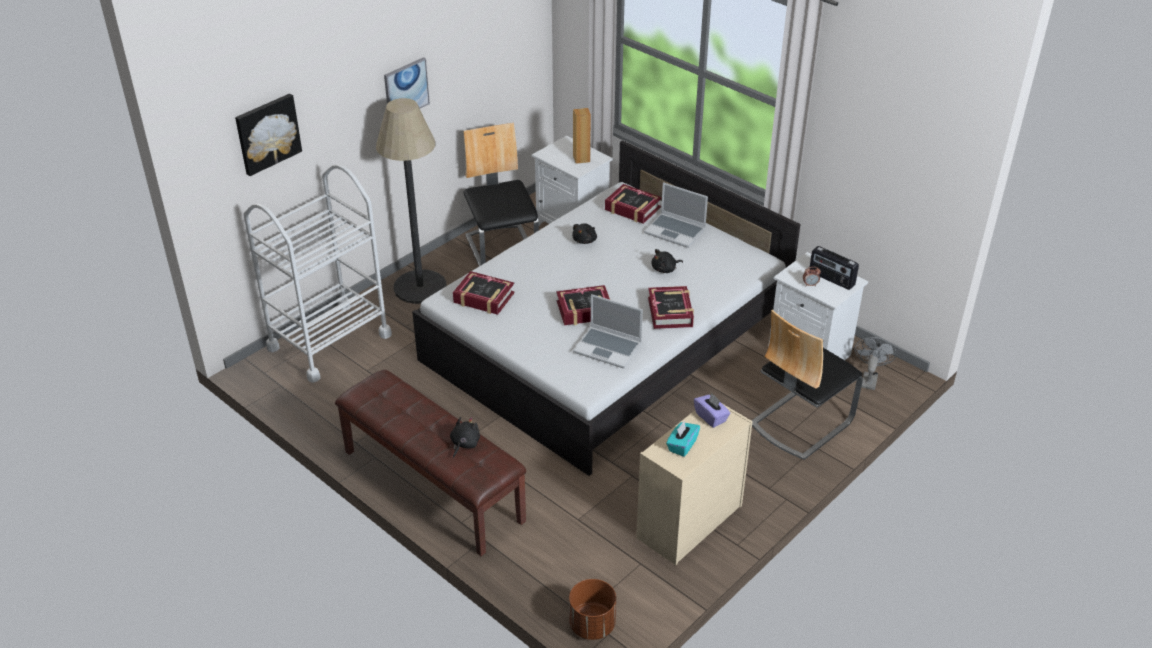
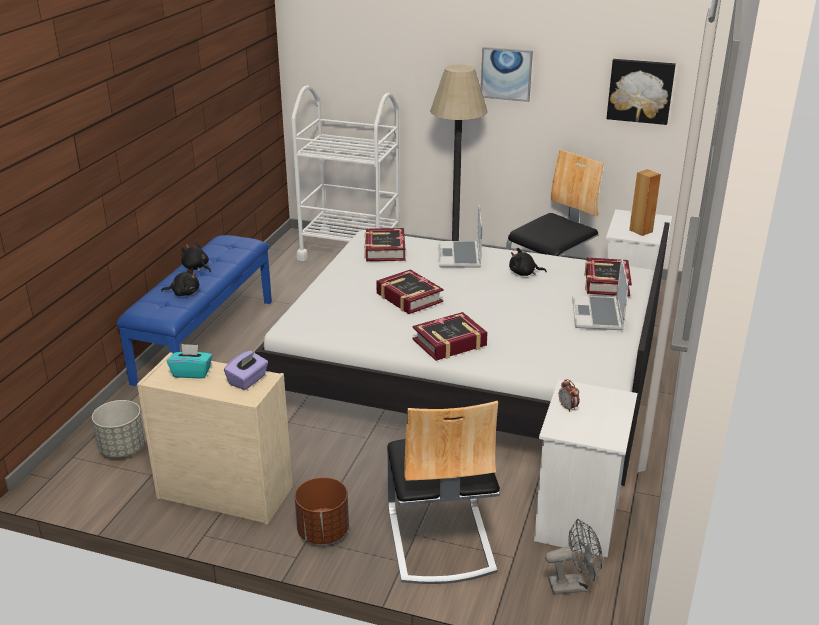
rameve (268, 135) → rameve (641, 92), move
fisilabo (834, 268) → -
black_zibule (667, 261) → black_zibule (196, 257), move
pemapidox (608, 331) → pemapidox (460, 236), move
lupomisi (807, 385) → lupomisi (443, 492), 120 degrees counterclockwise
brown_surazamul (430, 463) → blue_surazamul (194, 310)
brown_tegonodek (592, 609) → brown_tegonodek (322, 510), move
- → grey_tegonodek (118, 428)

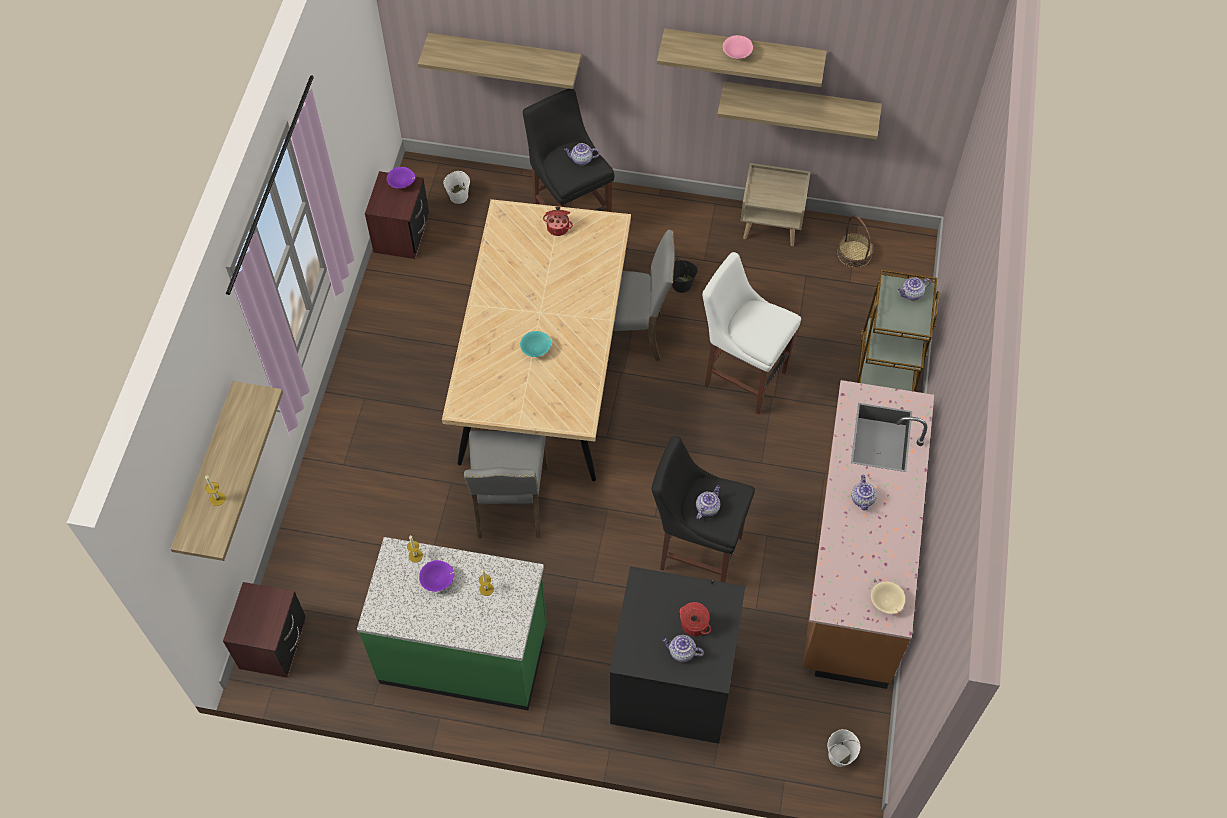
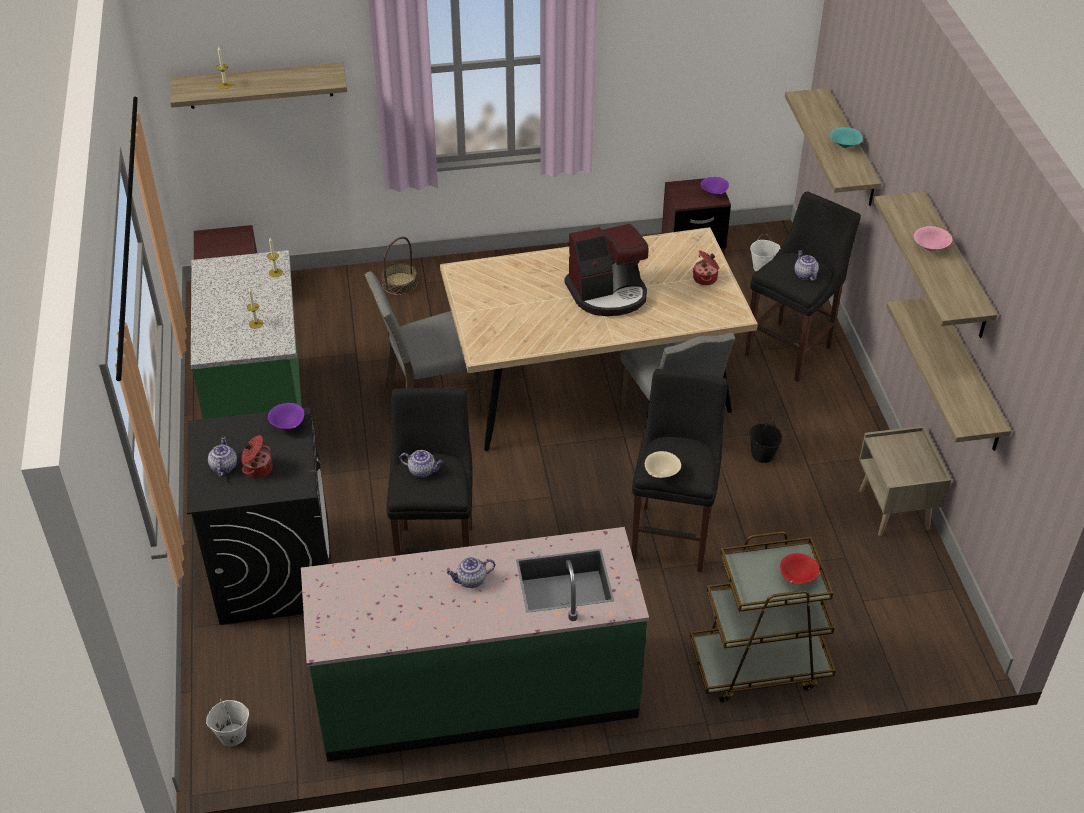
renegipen (855, 241) → renegipen (399, 266), move
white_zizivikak (751, 333) → black_zizivikak (679, 470)
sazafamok (914, 289) → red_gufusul (800, 568)
turquoise_gufusul (535, 344) → turquoise_gufusul (846, 137), move
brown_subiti (868, 534) → green_subiti (475, 644)
purple_gufusul (436, 576) → purple_gufusul (286, 416), move
beige_gufusul (888, 598) → beige_gufusul (663, 464), move
- → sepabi (607, 270)

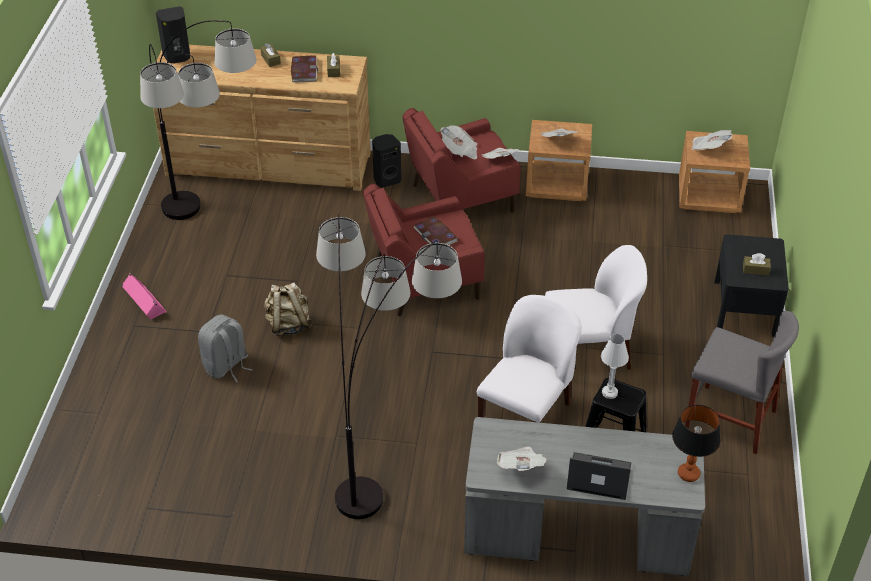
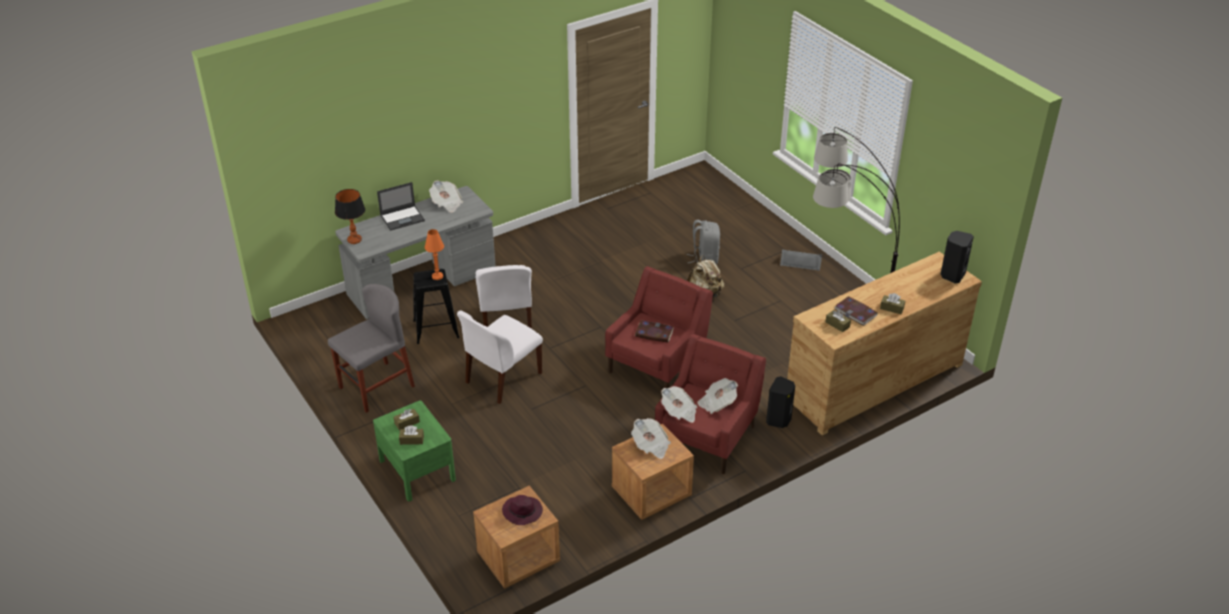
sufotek (712, 140) → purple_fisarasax (522, 510)
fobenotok (389, 366) → -
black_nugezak (751, 285) → green_nugezak (414, 451)
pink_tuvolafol (144, 296) → grey_tuvolafol (801, 260)
grey_lupomisi (742, 382) → grey_lupomisi (371, 348), 150 degrees clockwise
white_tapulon (615, 366) → orange_tapulon (434, 254)
- → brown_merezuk (411, 435)

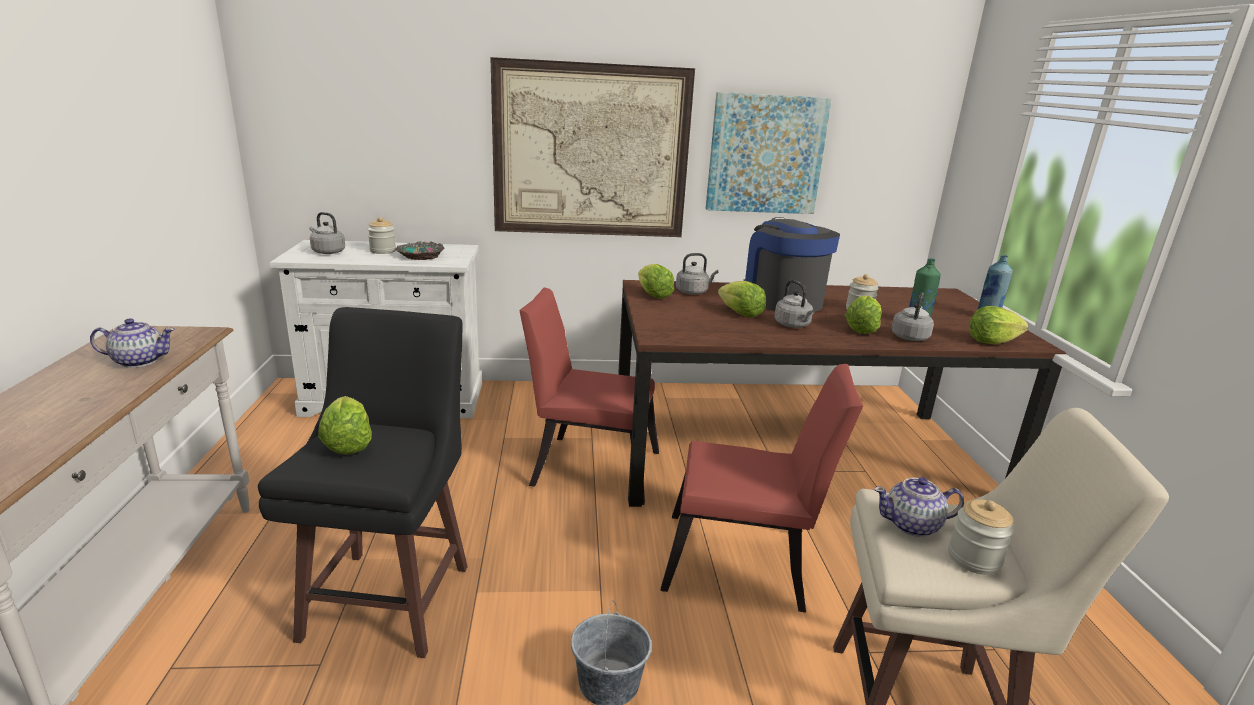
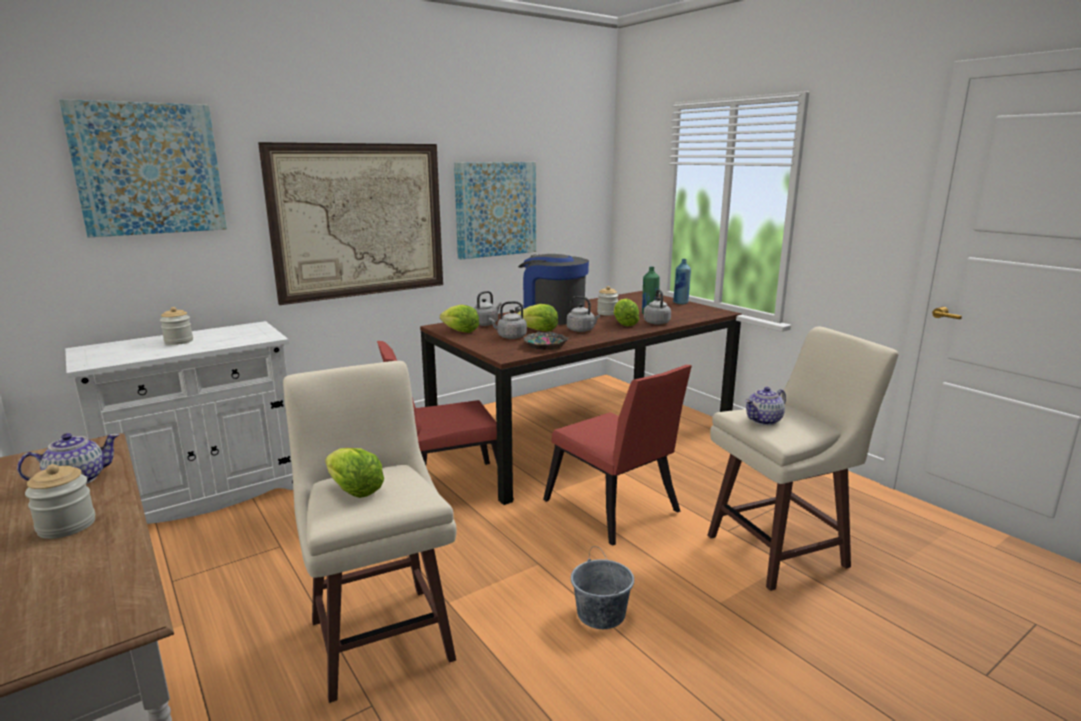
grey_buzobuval (327, 233) → grey_buzobuval (508, 320), move
gufusul (420, 250) → gufusul (546, 340), move
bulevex (999, 325) → -
black_zizivikak (363, 482) → beige_zizivikak (370, 532)
red_lupomisi (761, 488) → red_lupomisi (617, 455), 75 degrees clockwise
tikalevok (981, 537) → tikalevok (60, 501), move
- → rameve (143, 168)

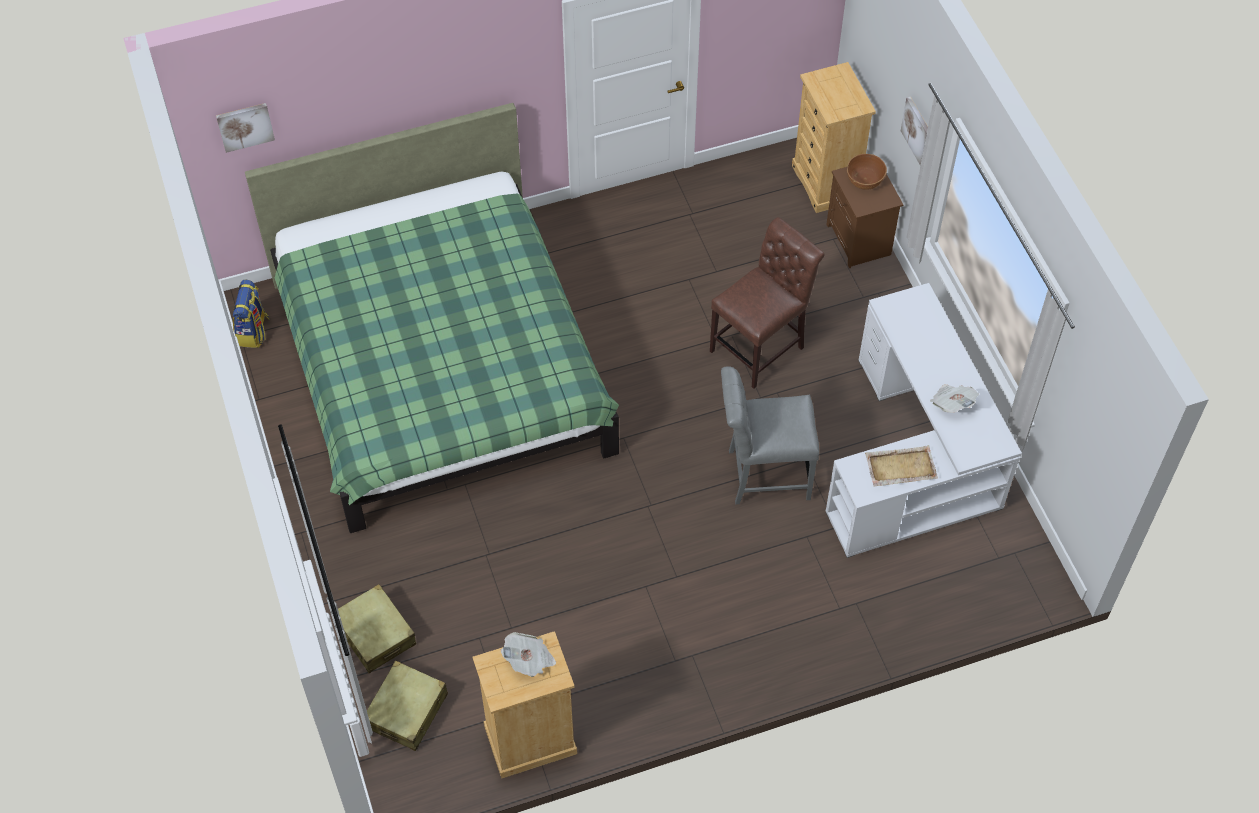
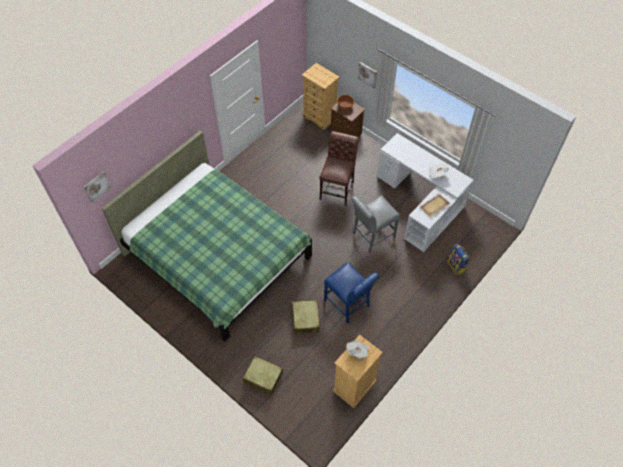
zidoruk (251, 314) → zidoruk (458, 259), move
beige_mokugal (407, 706) → beige_mokugal (306, 317), move
- → blue_lupomisi (351, 293)

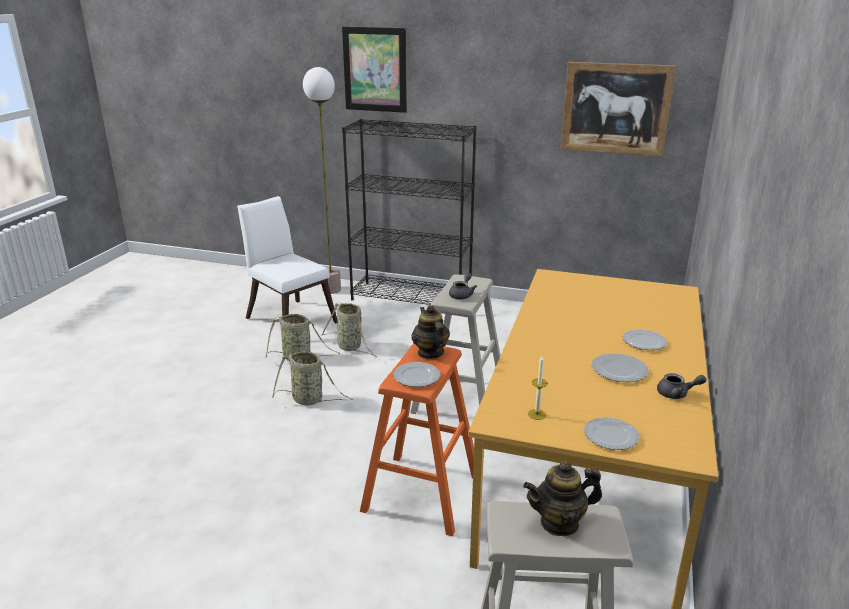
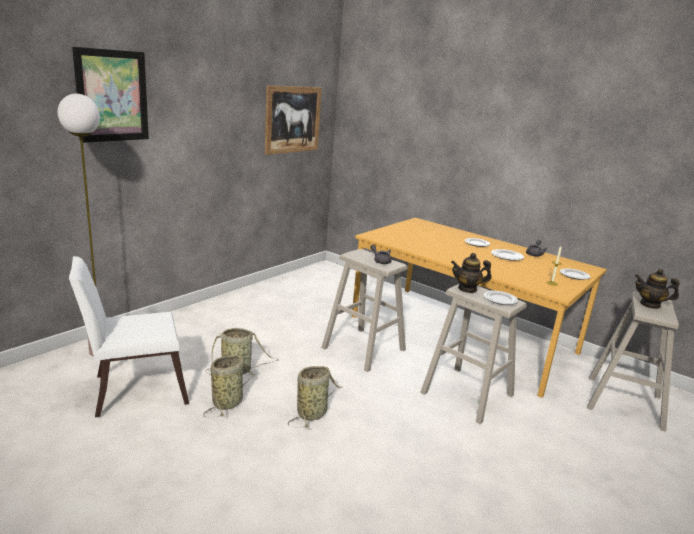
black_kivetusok (409, 212) → -
orange_zizivikak (417, 439) → beige_zizivikak (473, 354)
sazafamok (562, 499) → sazafamok (657, 289), 105 degrees clockwise

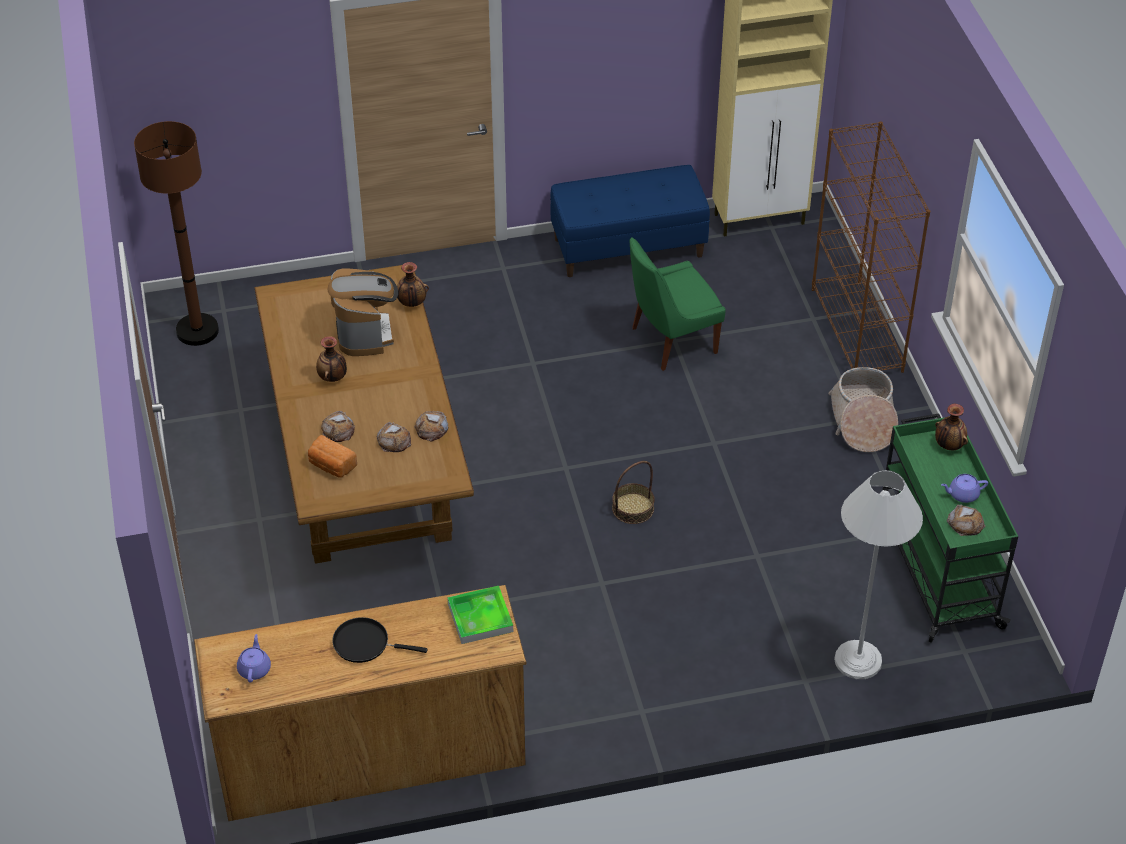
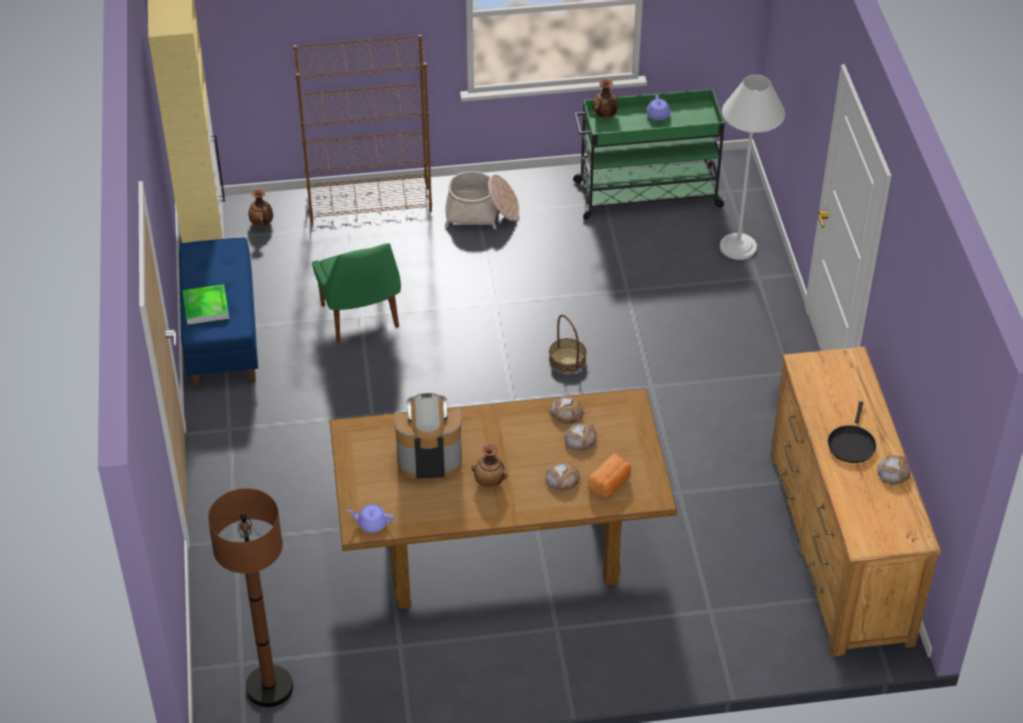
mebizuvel (413, 284) → mebizuvel (260, 207), move
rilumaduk (966, 520) → rilumaduk (894, 470), move
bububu (480, 615) → bububu (206, 304), move
purple_sazafamok (254, 658) → purple_sazafamok (370, 518), move

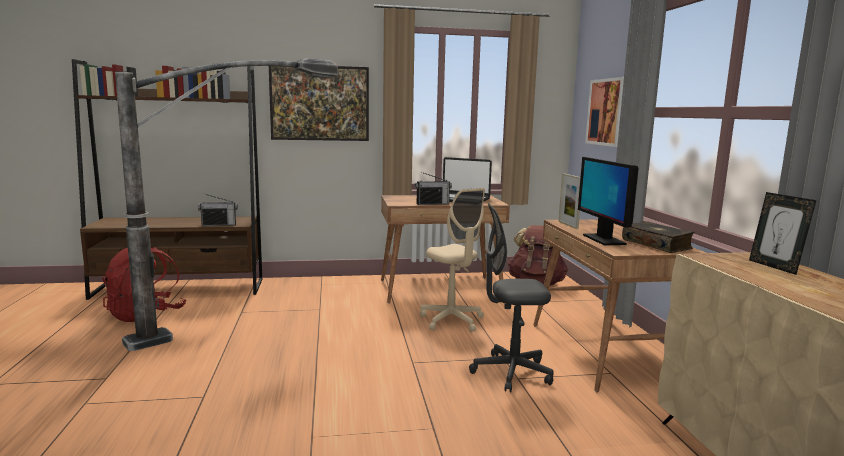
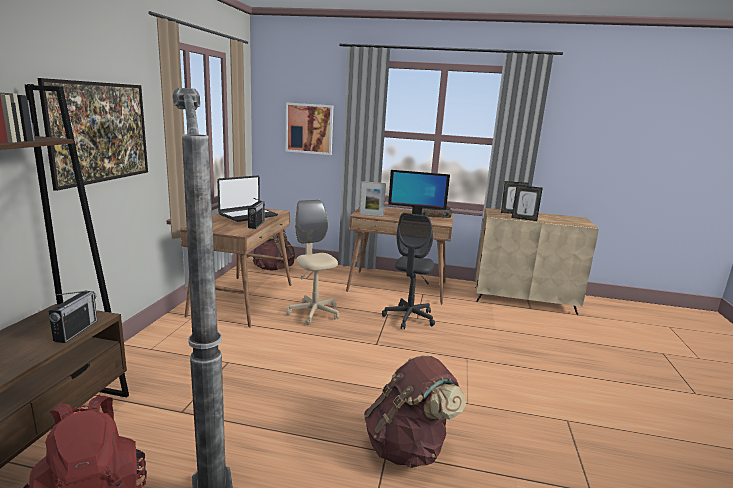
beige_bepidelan (452, 260) → beige_bepidelan (312, 262), 105 degrees counterclockwise
- → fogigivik (527, 203)
- → brown_zidoruk (415, 411)

